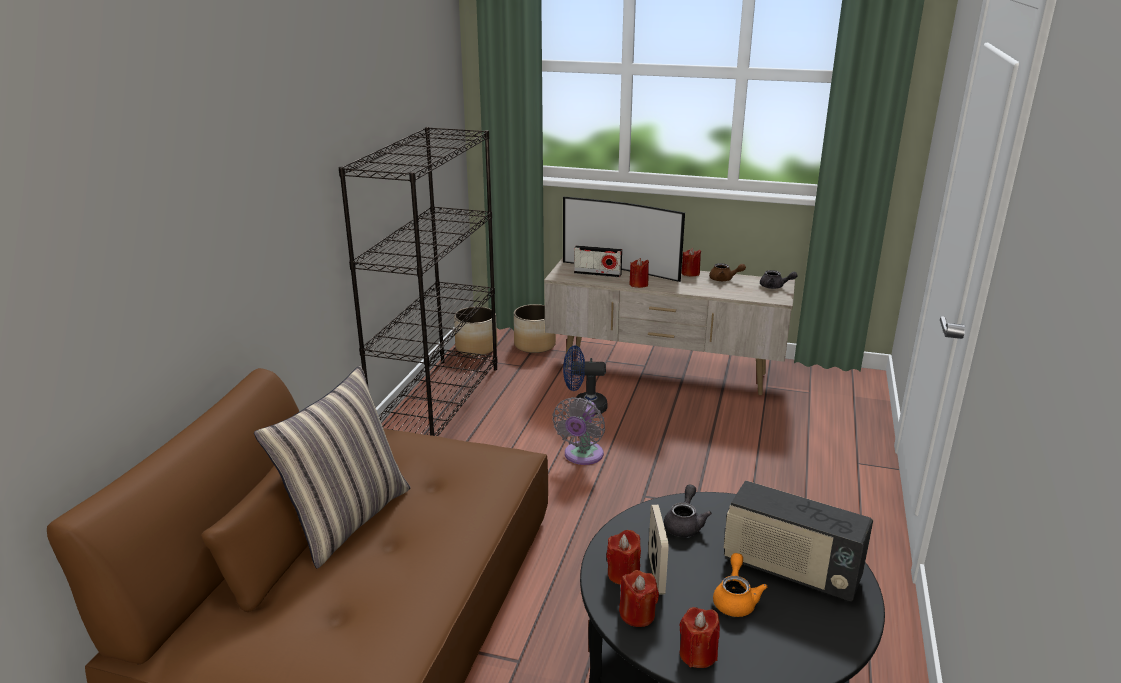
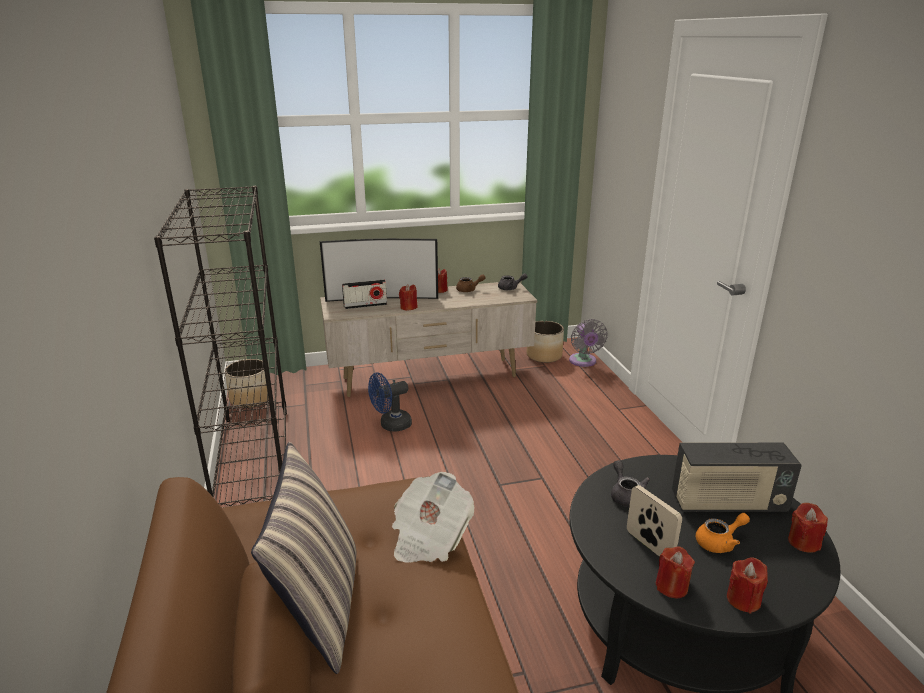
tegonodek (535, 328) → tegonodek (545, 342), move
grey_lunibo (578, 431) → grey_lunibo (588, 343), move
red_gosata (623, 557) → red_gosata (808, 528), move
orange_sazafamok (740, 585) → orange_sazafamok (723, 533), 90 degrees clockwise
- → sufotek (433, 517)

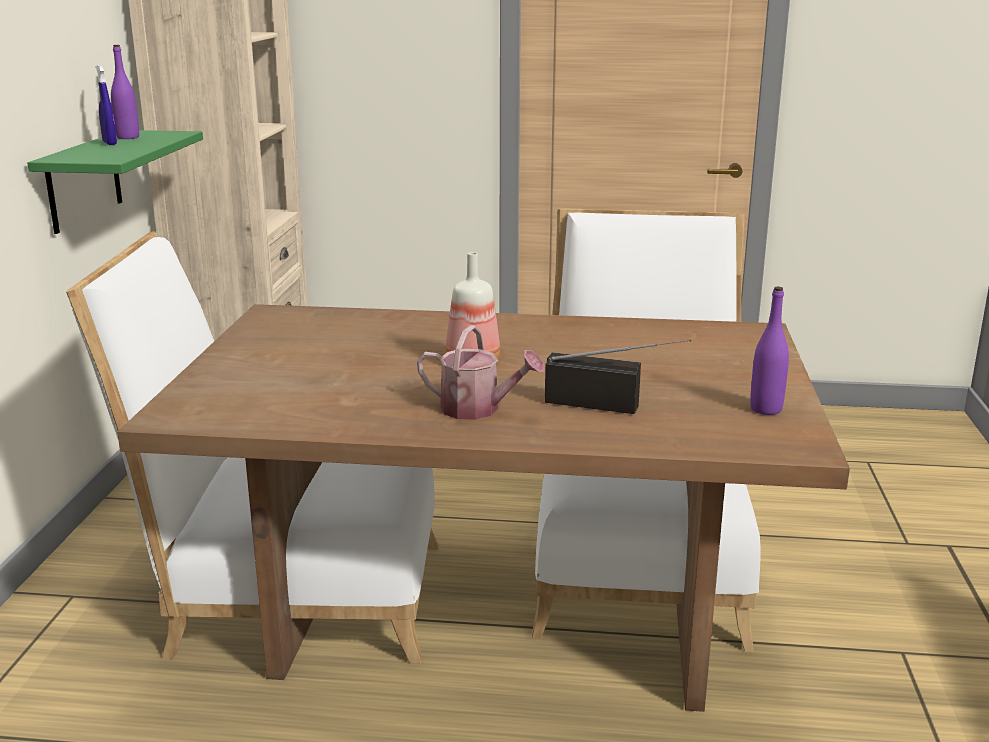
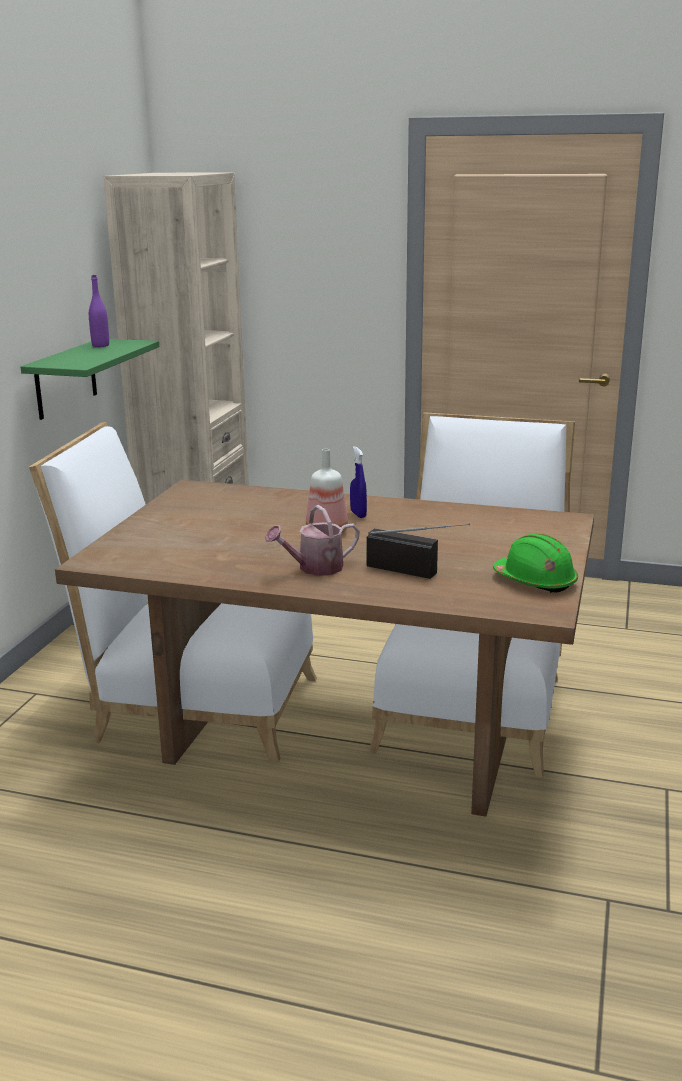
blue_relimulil (106, 105) → blue_relimulil (358, 482), move
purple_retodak (769, 350) → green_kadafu (535, 563)
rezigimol (481, 372) → rezigimol (312, 540), 120 degrees clockwise

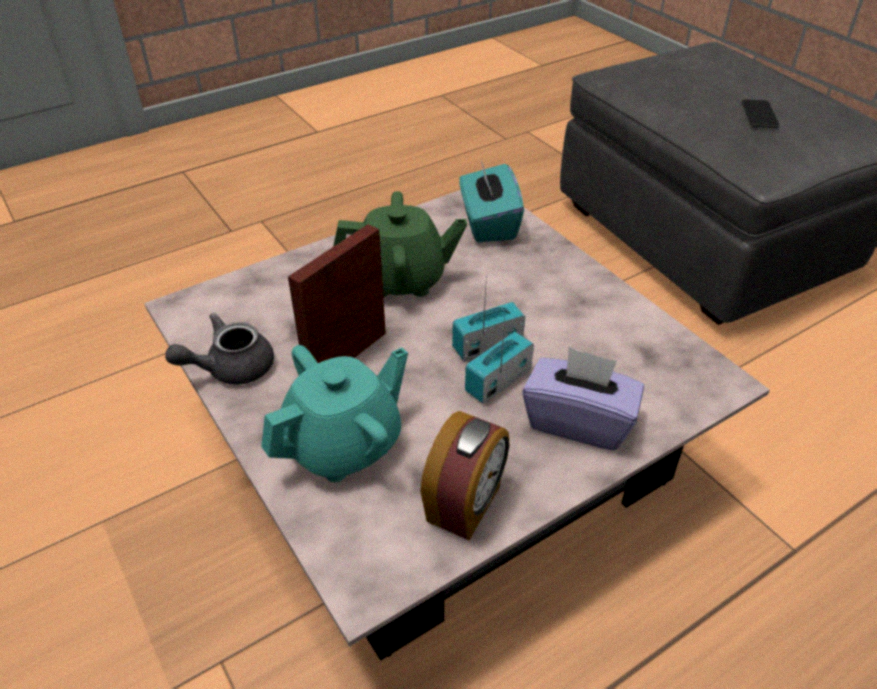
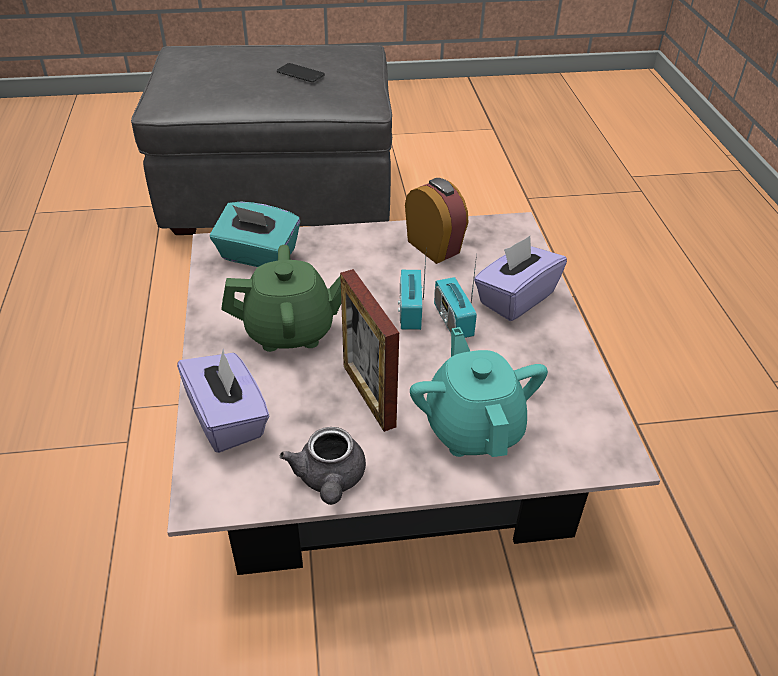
green_sazafamok (400, 244) → green_sazafamok (281, 298), 60 degrees clockwise
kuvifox (464, 475) → kuvifox (436, 221), move
- → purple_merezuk (223, 401)

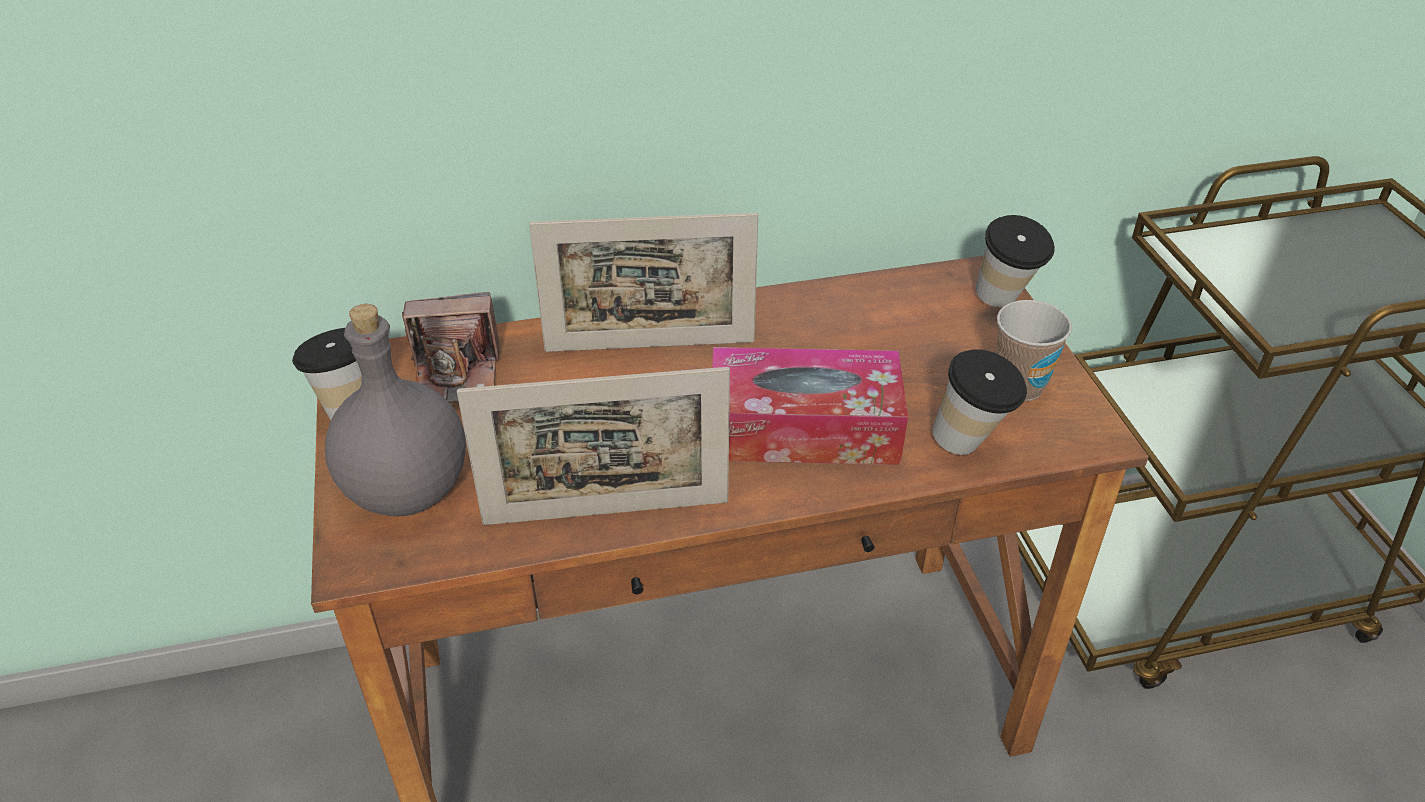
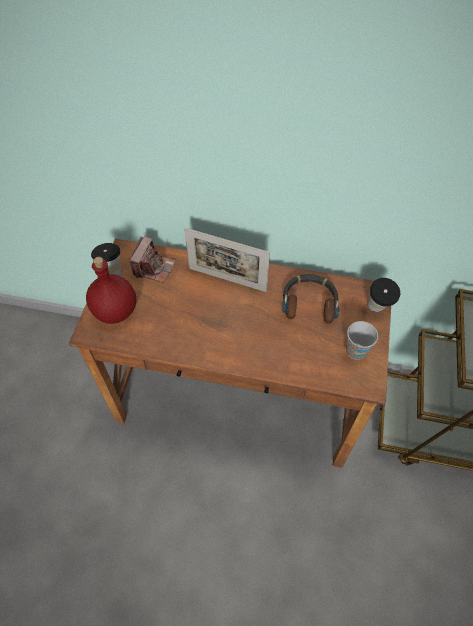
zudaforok (451, 347) → zudaforok (152, 260), 90 degrees counterclockwise
grey_retodak (395, 410) → red_retodak (111, 290)
merezuk (810, 406) → -
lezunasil (979, 402) → -
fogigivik (593, 446) → -
- → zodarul (310, 299)

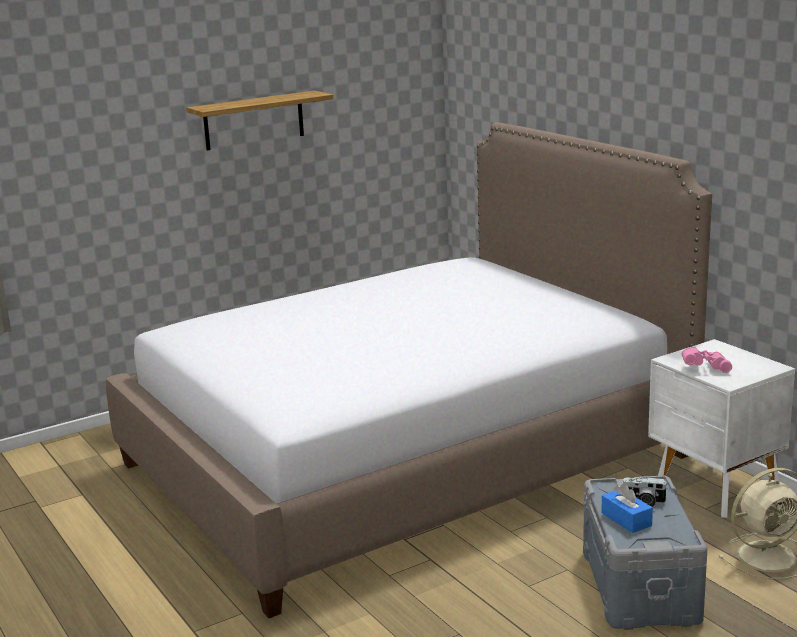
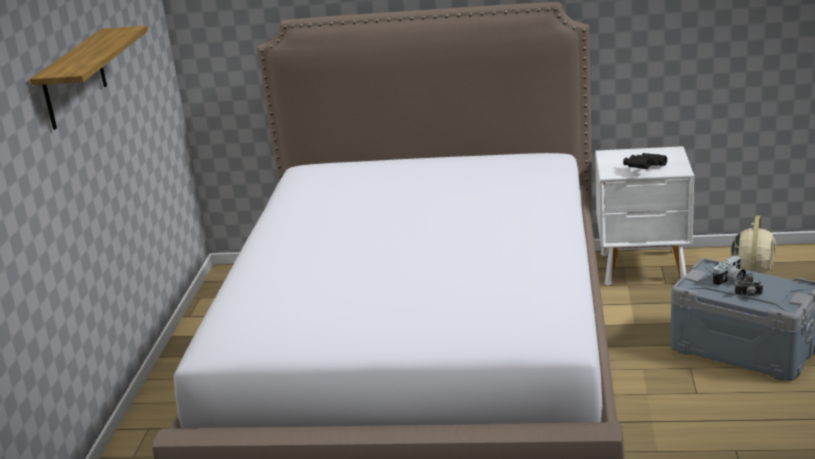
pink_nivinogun (707, 360) → black_nivinogun (645, 161)
blue_merezuk (627, 508) → zudaforok (749, 284)

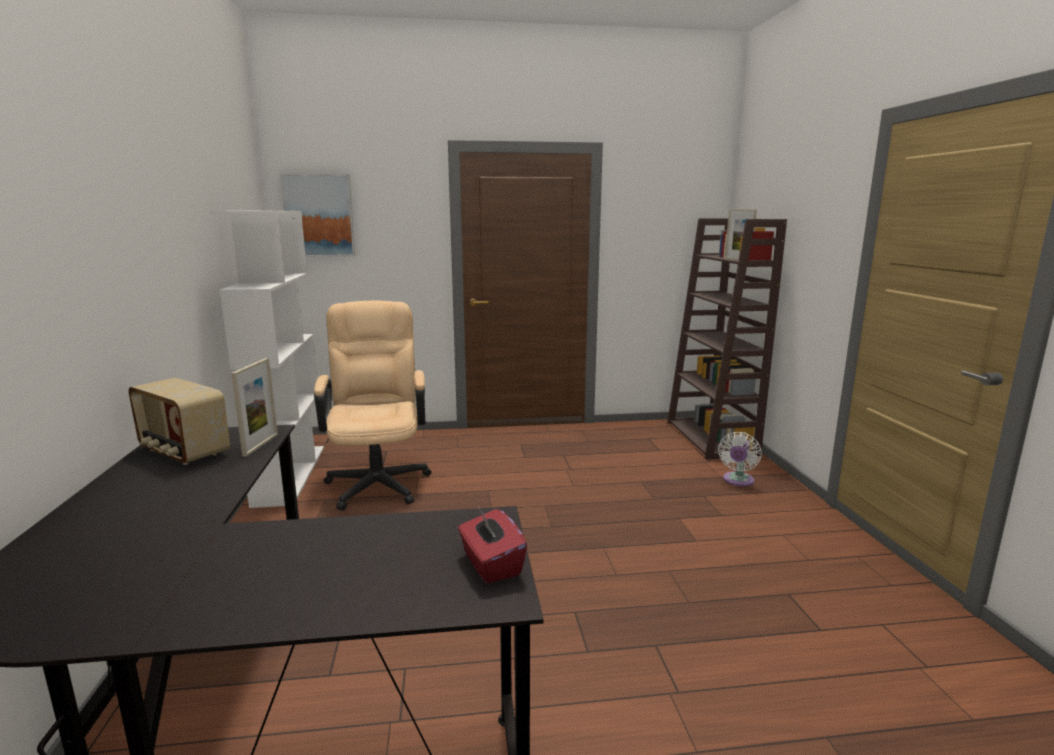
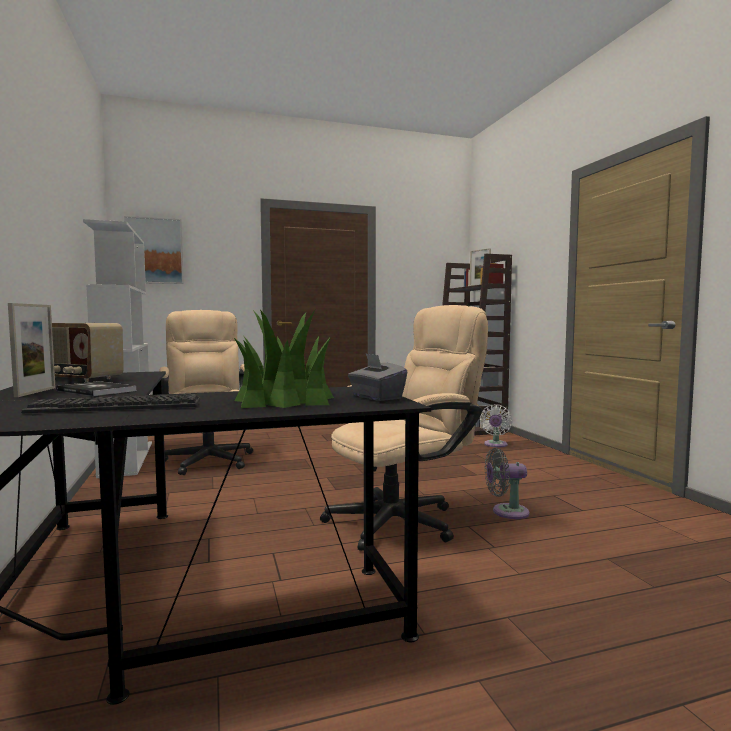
fogigivik (254, 407) → fogigivik (32, 350), move
red_merezuk (492, 545) → grey_merezuk (377, 377)
- → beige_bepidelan (404, 428)
- → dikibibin (284, 359)
- → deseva (96, 388)
- → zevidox (110, 403)
- → grey_lunibo (507, 483)

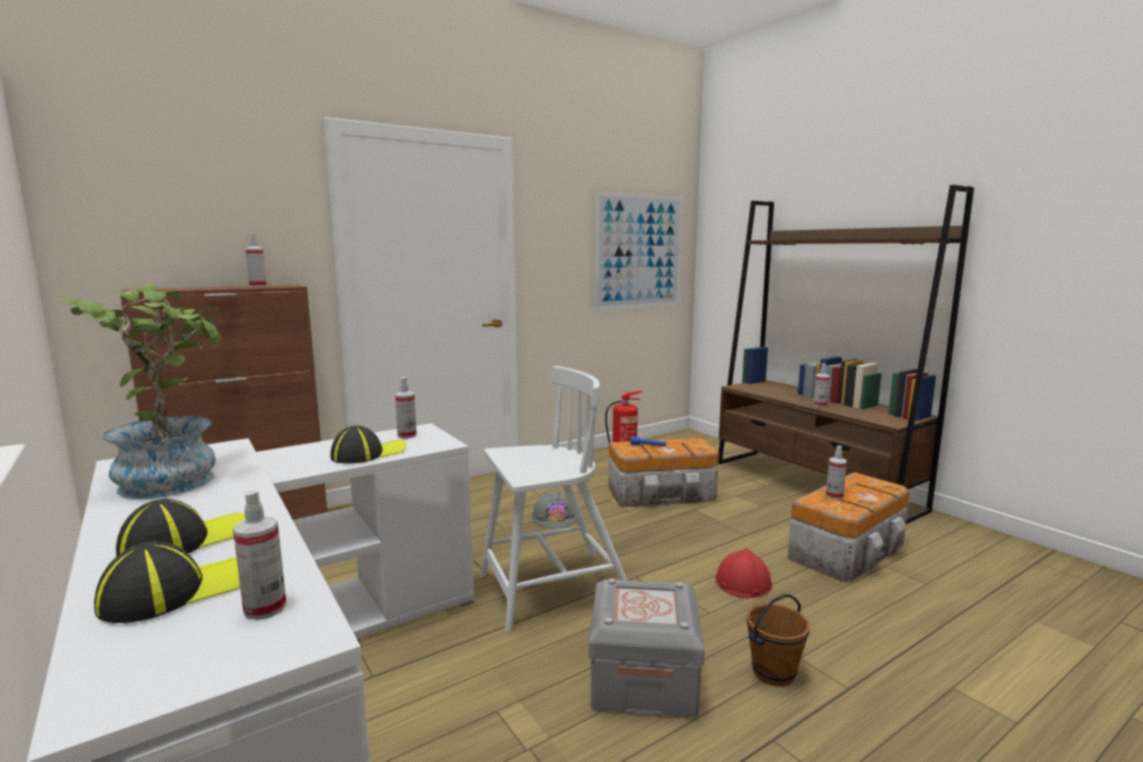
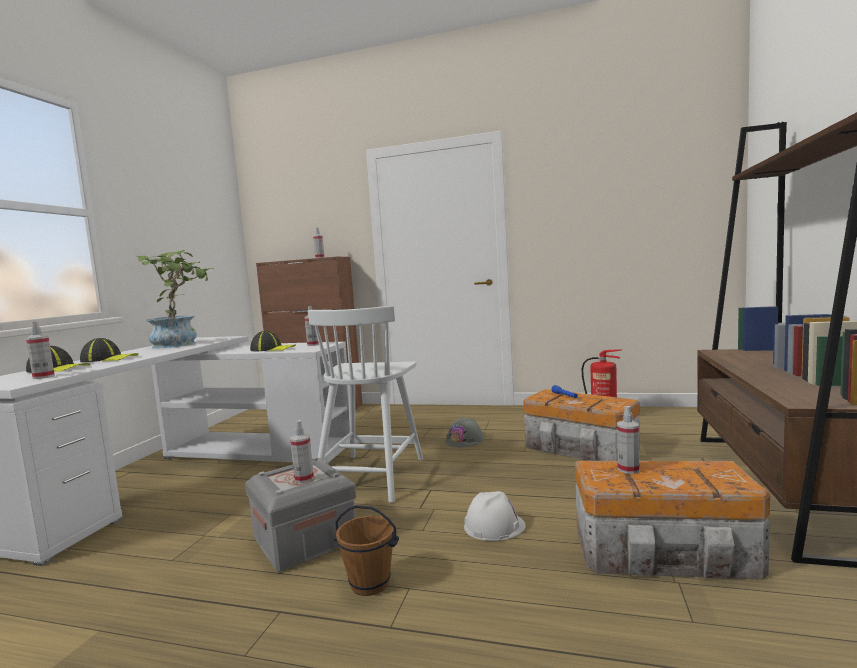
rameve (638, 251) → -
relimulil (821, 385) → relimulil (302, 451), move
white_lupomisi (554, 499) → white_lupomisi (365, 404), 75 degrees clockwise
red_kadafu (744, 573) → white_kadafu (495, 516)

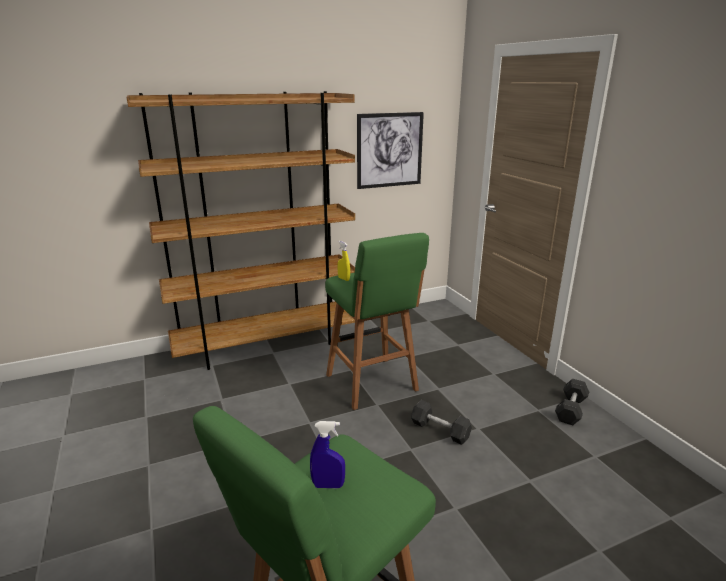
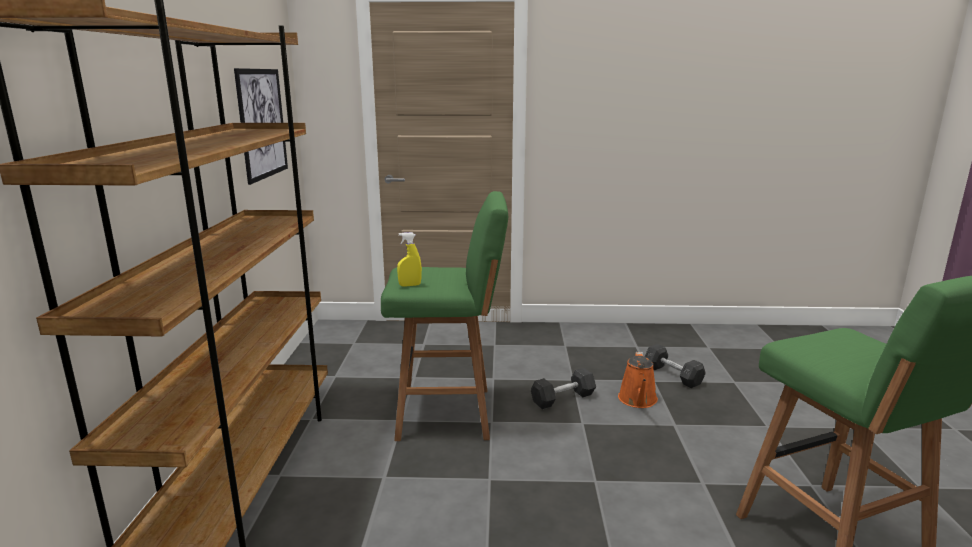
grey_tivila (572, 402) → grey_tivila (675, 366), move
blue_relimulil (327, 454) → -
- → orange_rezigimol (638, 380)

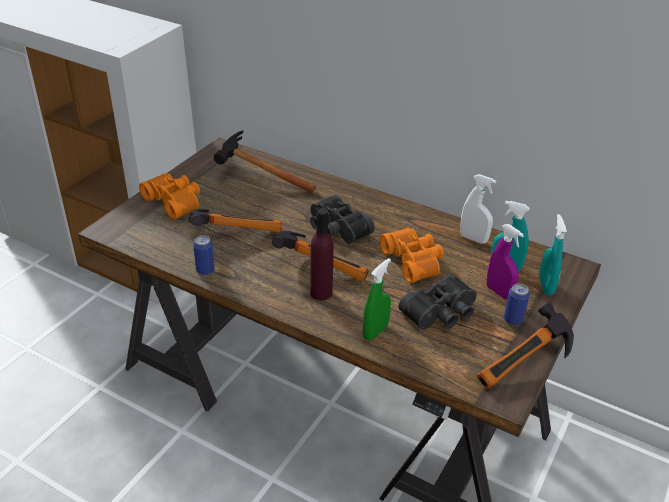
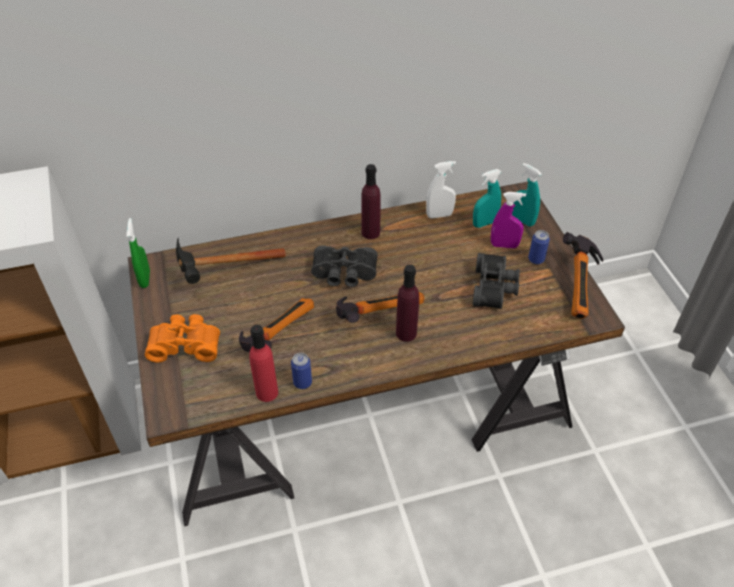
orange_nivinogun (412, 255) → -
green_relimulil (377, 299) → green_relimulil (138, 253), move
- → purple_retodak (371, 201)
- → red_retodak (263, 363)

